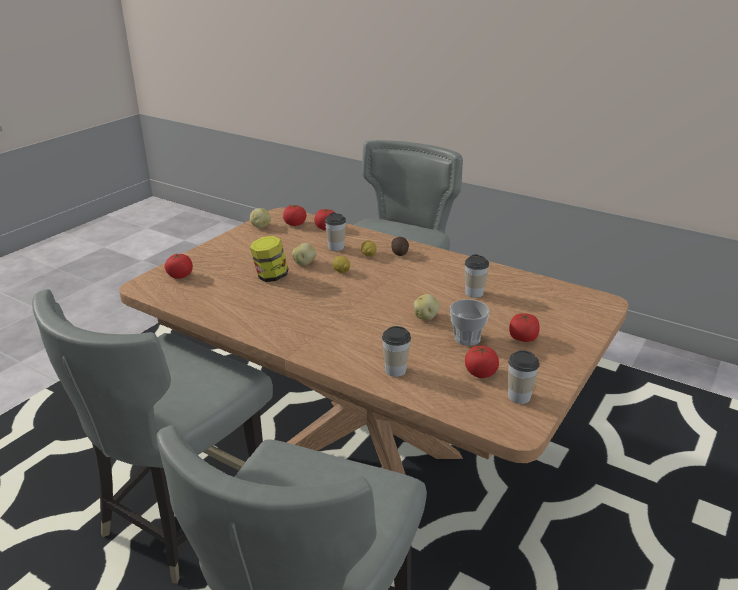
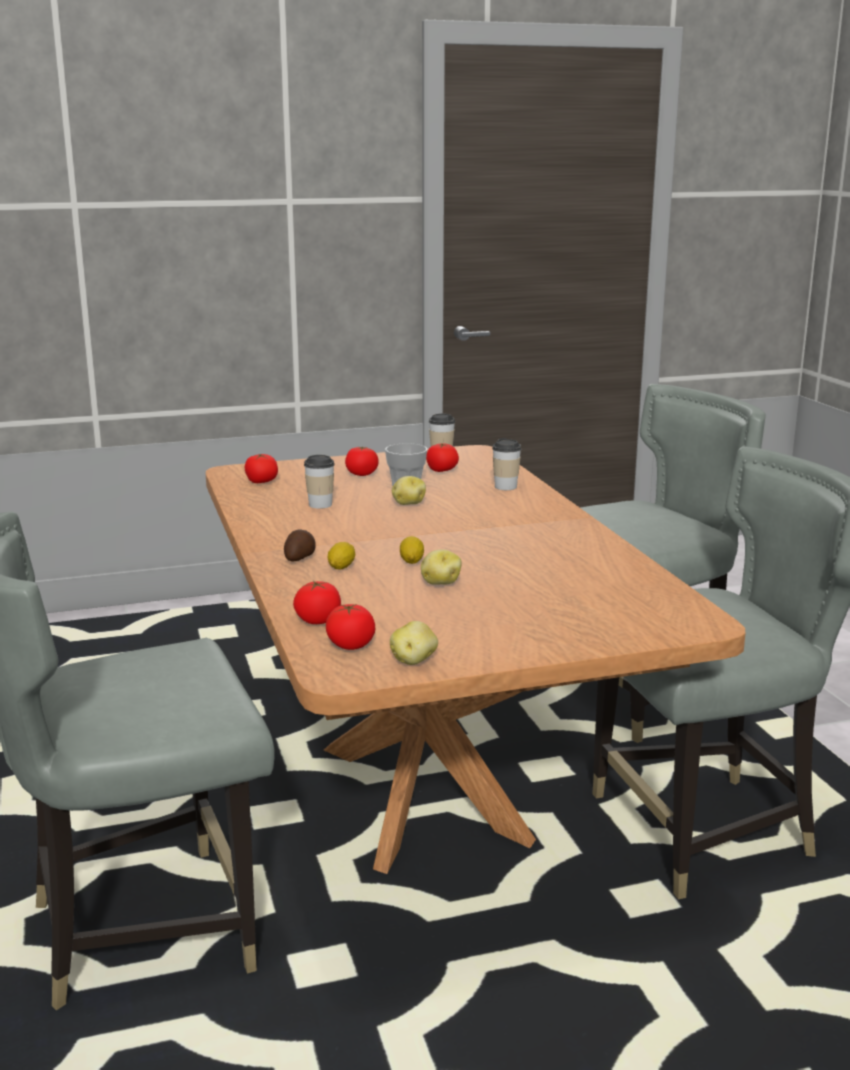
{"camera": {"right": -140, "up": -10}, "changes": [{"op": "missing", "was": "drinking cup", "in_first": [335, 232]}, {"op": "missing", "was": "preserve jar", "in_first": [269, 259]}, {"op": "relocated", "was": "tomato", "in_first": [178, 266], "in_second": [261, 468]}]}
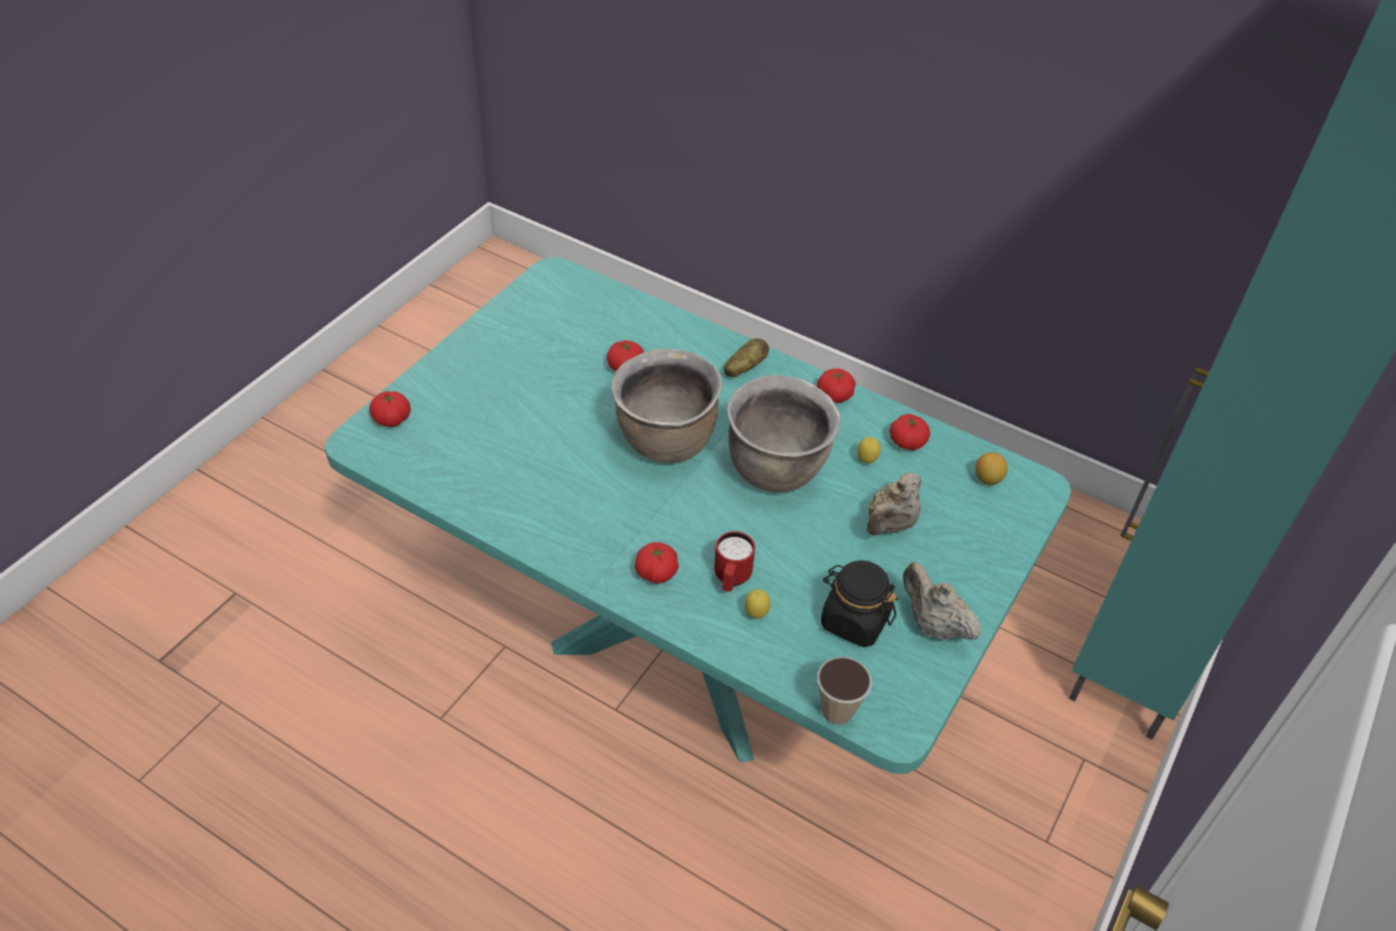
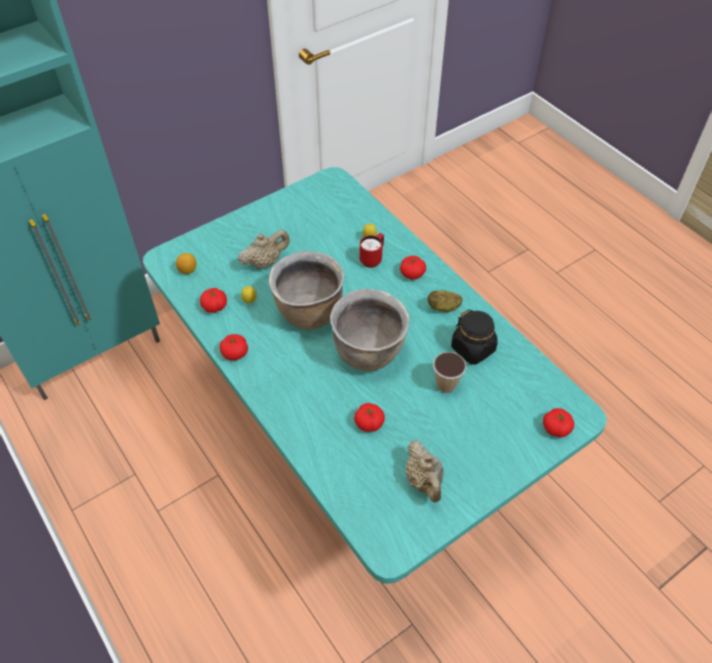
{"camera": {"right": -155, "up": 5}, "changes": [{"op": "relocated", "was": "potato", "in_first": [746, 357], "in_second": [445, 301]}, {"op": "relocated", "was": "black preserve jar", "in_first": [859, 603], "in_second": [474, 337]}, {"op": "relocated", "was": "beige-coloured tea pot", "in_first": [942, 601], "in_second": [425, 471]}, {"op": "relocated", "was": "drinking cup", "in_first": [844, 691], "in_second": [449, 372]}]}
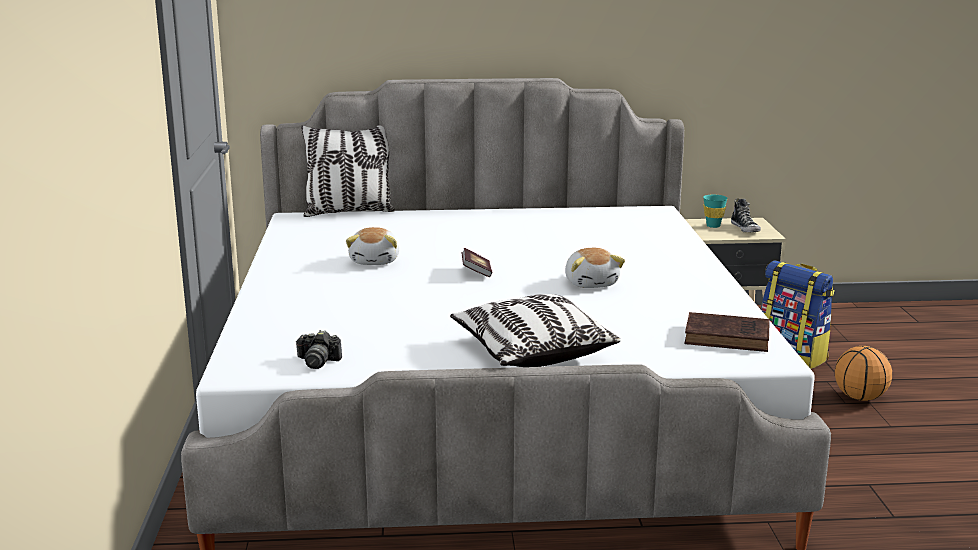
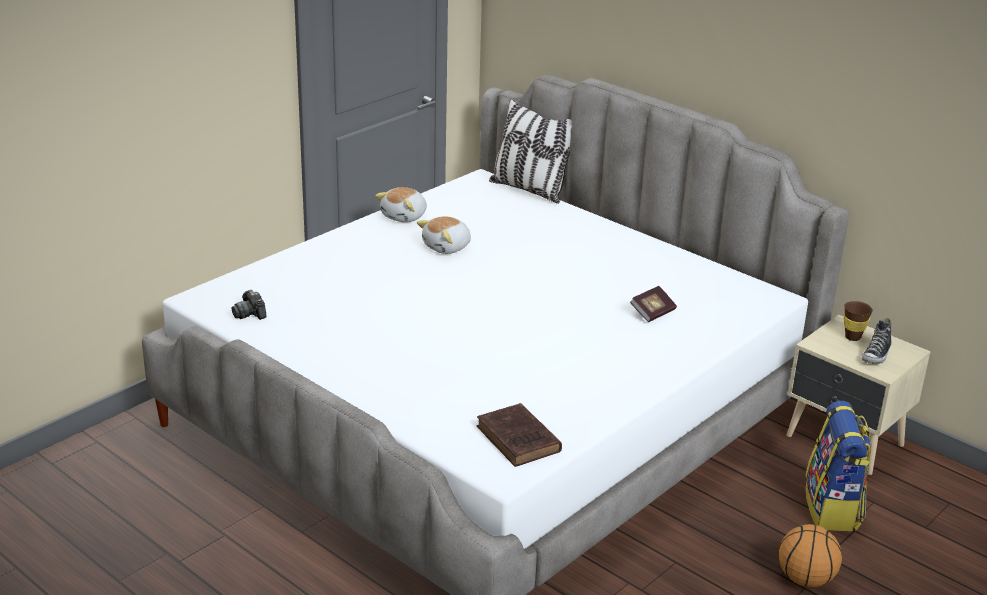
{"camera": {"right": 45, "up": 10}, "changes": [{"op": "colour", "was": "blue-green drinking cup", "now": "brown-coloured drinking cup", "in_first": [715, 211], "in_second": [858, 321]}, {"op": "relocated", "was": "book", "in_first": [476, 262], "in_second": [653, 304]}, {"op": "relocated", "was": "soft toy", "in_first": [595, 268], "in_second": [401, 205]}, {"op": "missing", "was": "throw pillow", "in_first": [535, 330]}]}
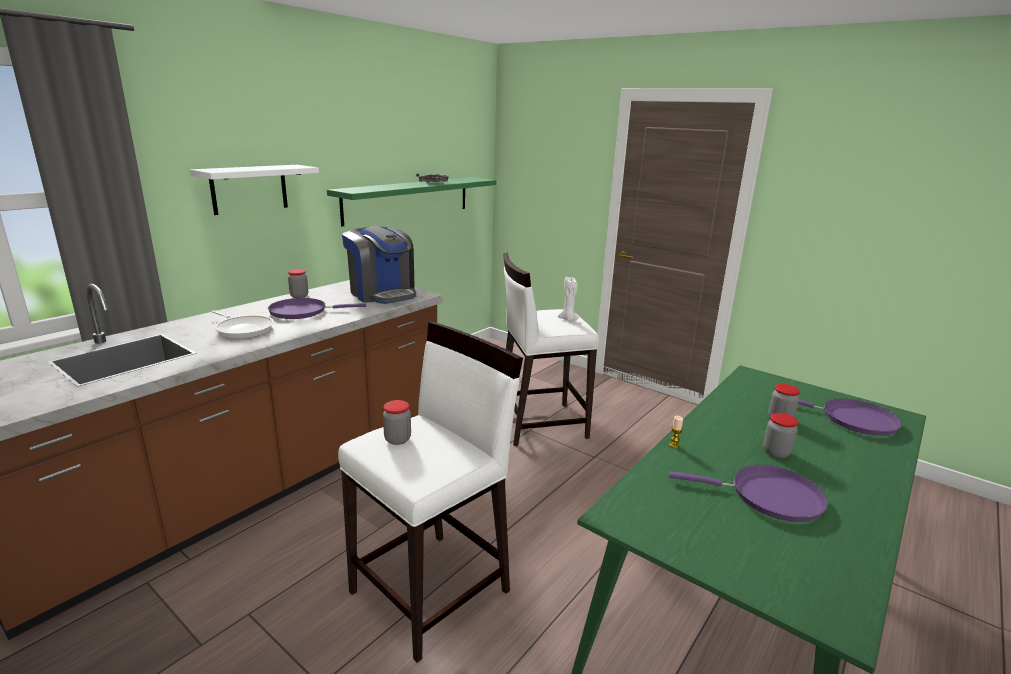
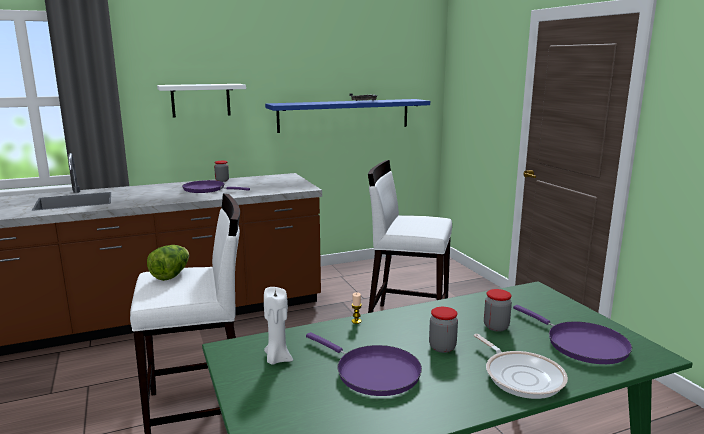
{"camera": {"right": 30, "up": -5}, "changes": [{"op": "colour", "was": "green wall shelf", "now": "blue-coloured wall shelf", "in_first": [412, 202], "in_second": [347, 116]}, {"op": "missing", "was": "coffee maker", "in_first": [379, 265]}, {"op": "relocated", "was": "white-coloured wax candle", "in_first": [568, 299], "in_second": [278, 326]}, {"op": "relocated", "was": "pan", "in_first": [243, 324], "in_second": [521, 366]}, {"op": "exchanged", "was": "preserve jar", "now": "head of lettuce", "in_first": [397, 422], "in_second": [168, 263]}]}
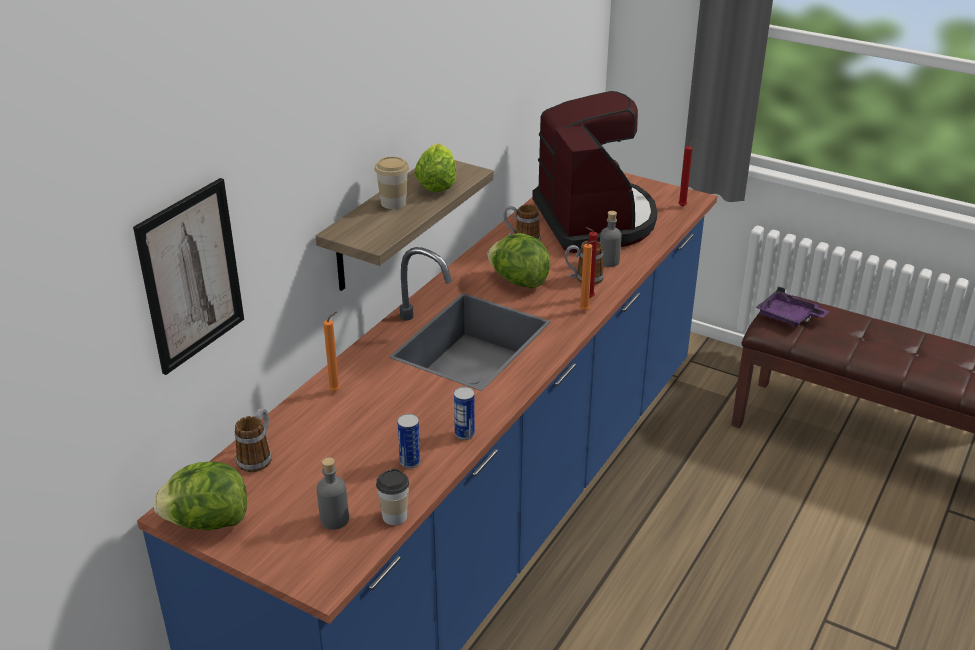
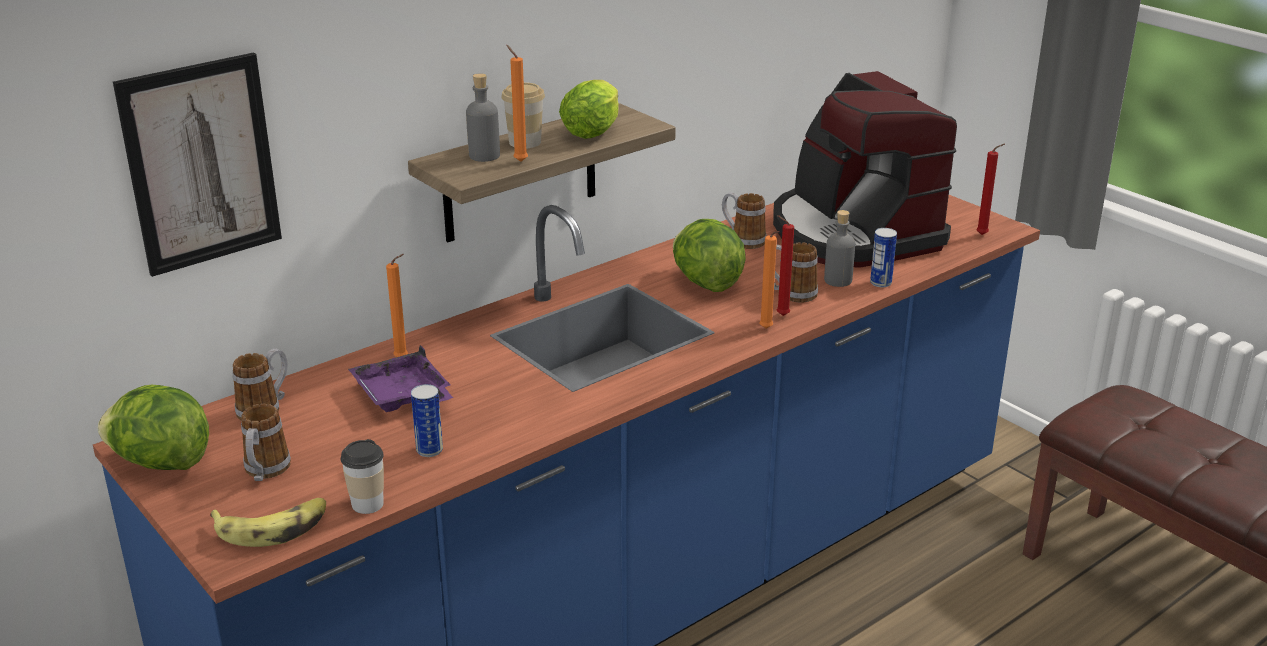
{"camera": {"right": 20, "up": -5}, "changes": [{"op": "spun", "was": "coffee maker", "in_first": [594, 172], "in_second": [865, 169], "clockwise": 150}, {"op": "relocated", "was": "purple carrying tray", "in_first": [792, 306], "in_second": [400, 378]}, {"op": "relocated", "was": "can", "in_first": [464, 413], "in_second": [883, 258]}, {"op": "relocated", "was": "greyish beverage bottle", "in_first": [333, 493], "in_second": [483, 117]}, {"op": "appeared", "now": "orangey wax candle", "in_second": [517, 103]}, {"op": "appeared", "now": "coffee mug", "in_second": [266, 442]}, {"op": "appeared", "now": "whole banana", "in_second": [268, 522]}]}
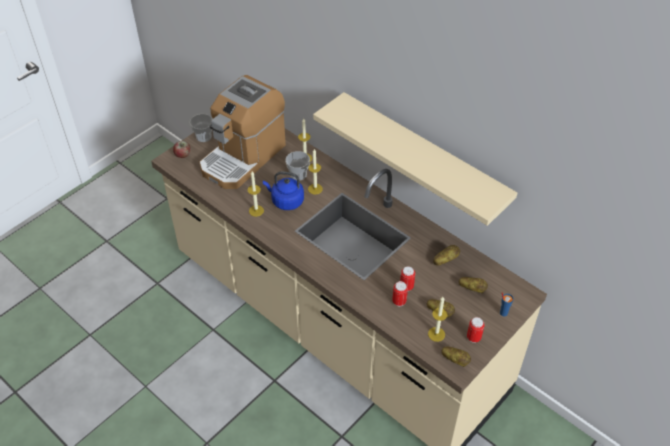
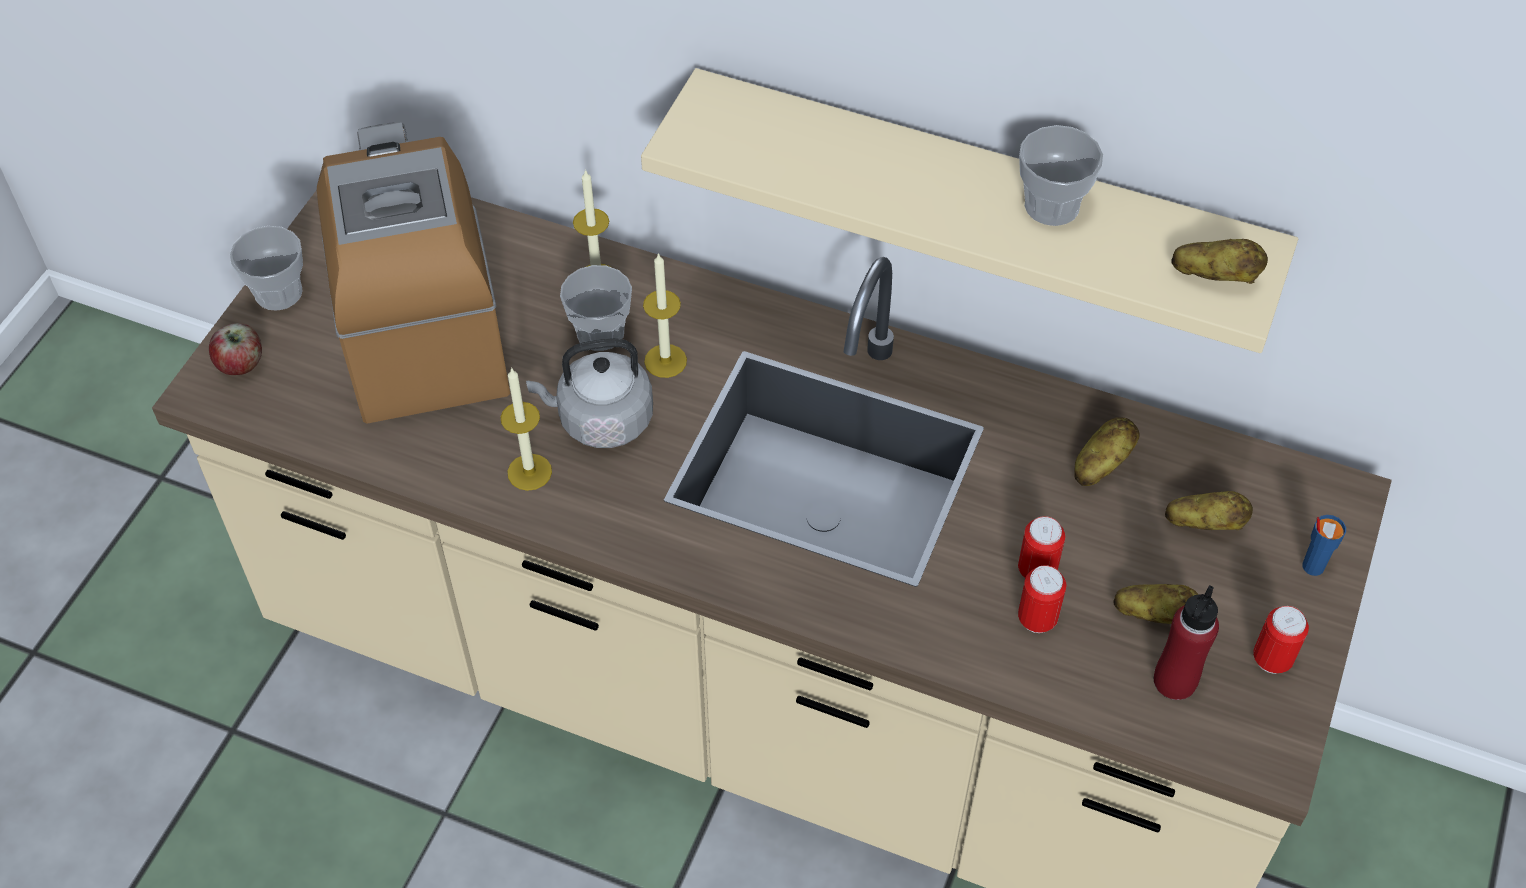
{"camera": {"right": -20, "up": 5}, "changes": [{"op": "spun", "was": "coffee maker", "in_first": [242, 132], "in_second": [413, 273], "clockwise": 150}, {"op": "colour", "was": "blue-coloured water kettle", "now": "greyish water kettle", "in_first": [283, 190], "in_second": [589, 393]}, {"op": "exchanged", "was": "wax candle", "now": "red beverage bottle", "in_first": [437, 319], "in_second": [1186, 642]}, {"op": "relocated", "was": "potato", "in_first": [456, 357], "in_second": [1220, 261]}, {"op": "appeared", "now": "drinking cup", "in_second": [1061, 175]}]}
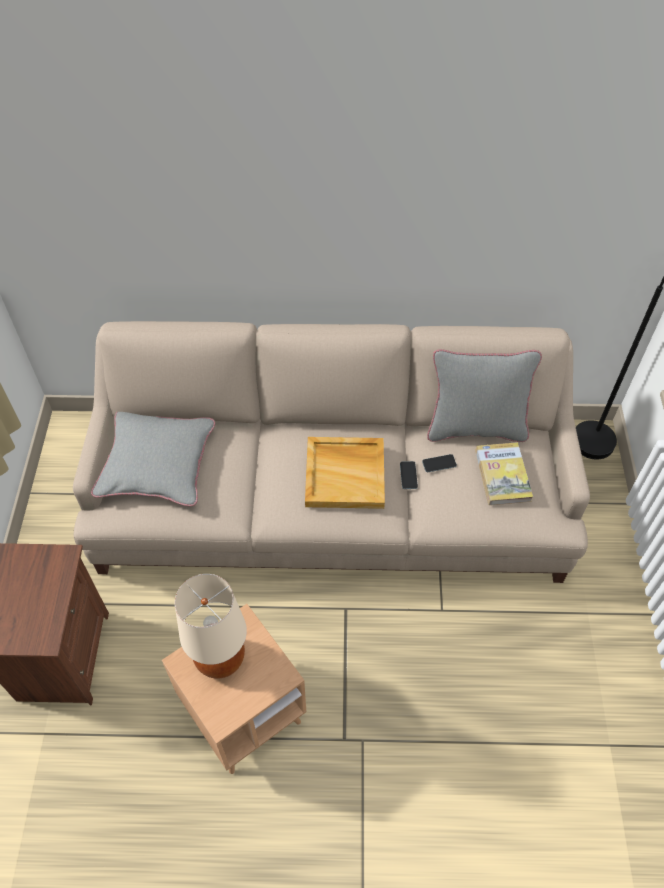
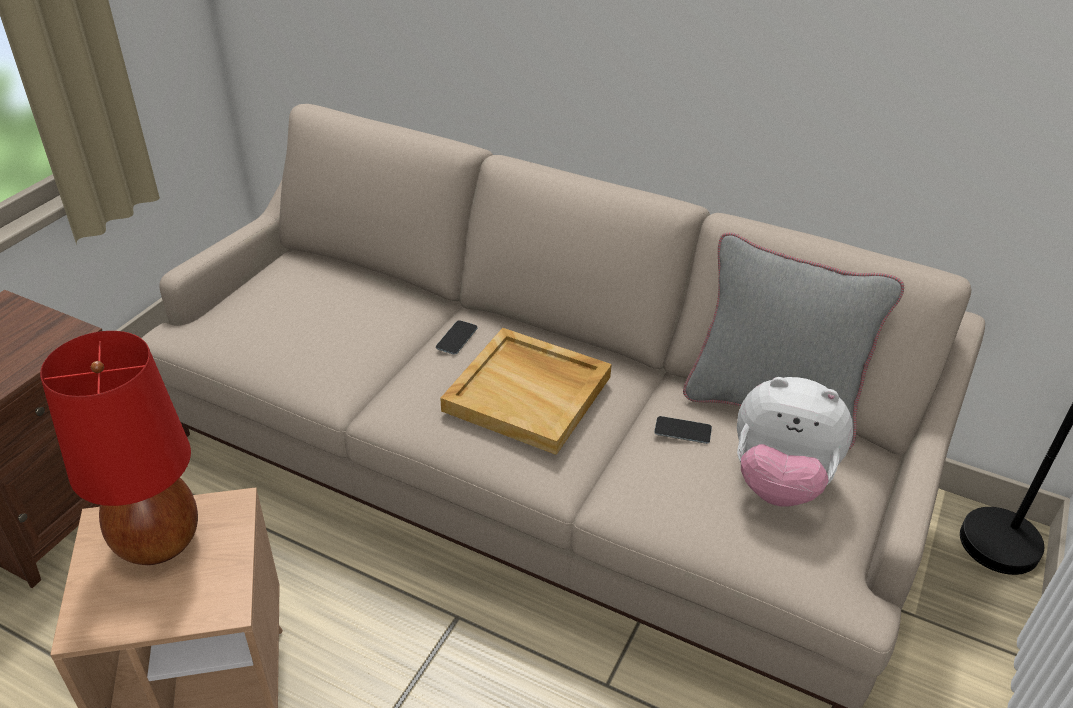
{"camera": {"right": 25, "up": -15}, "changes": [{"op": "missing", "was": "greyish throw pillow", "in_first": [153, 459]}, {"op": "exchanged", "was": "book", "now": "soft toy", "in_first": [504, 473], "in_second": [795, 442]}, {"op": "relocated", "was": "handset", "in_first": [409, 475], "in_second": [457, 337]}, {"op": "colour", "was": "beige-coloured table lamp", "now": "red table lamp", "in_first": [211, 626], "in_second": [119, 448]}]}
